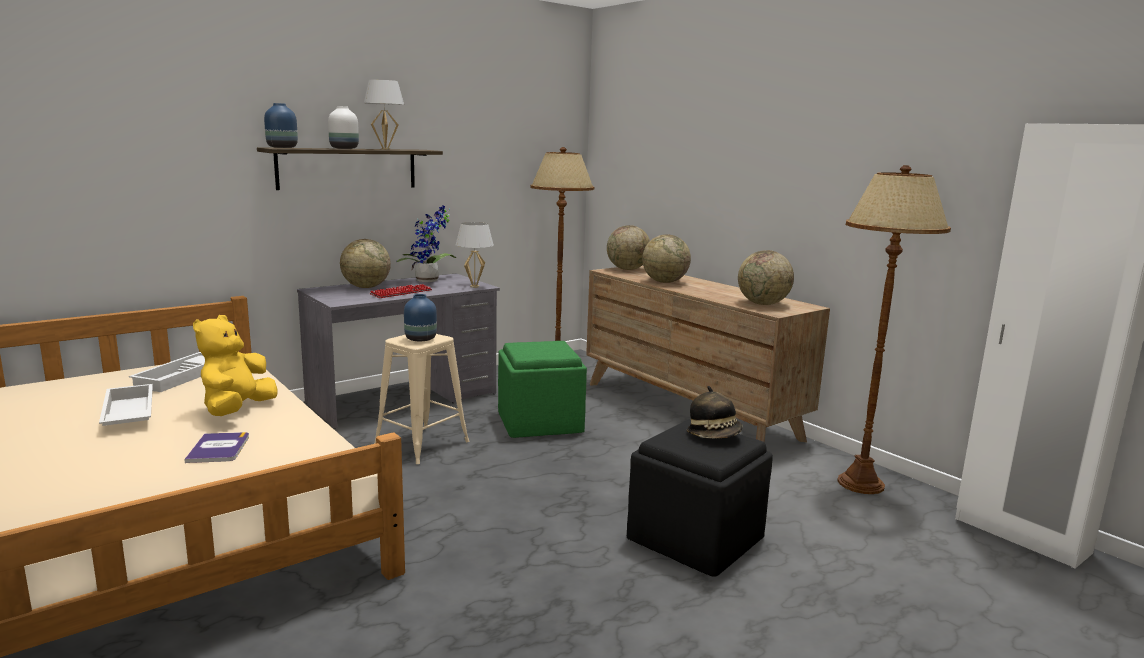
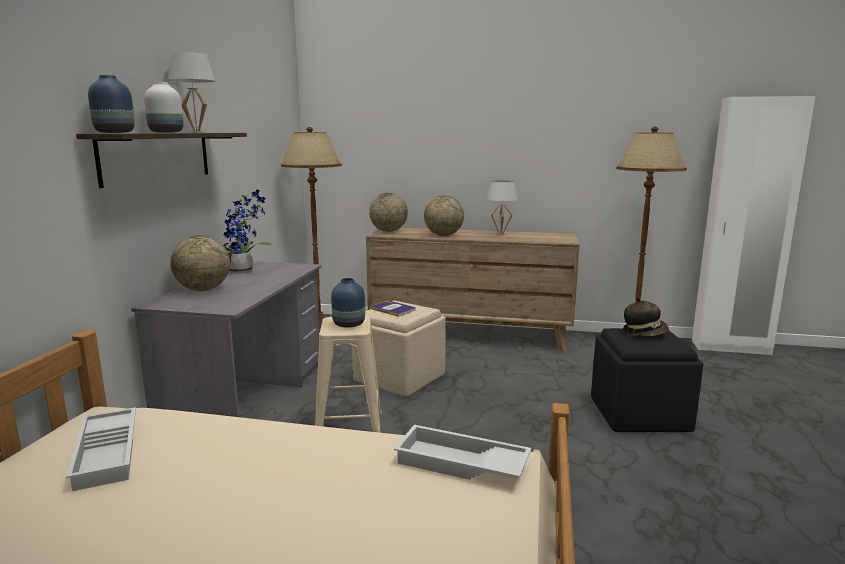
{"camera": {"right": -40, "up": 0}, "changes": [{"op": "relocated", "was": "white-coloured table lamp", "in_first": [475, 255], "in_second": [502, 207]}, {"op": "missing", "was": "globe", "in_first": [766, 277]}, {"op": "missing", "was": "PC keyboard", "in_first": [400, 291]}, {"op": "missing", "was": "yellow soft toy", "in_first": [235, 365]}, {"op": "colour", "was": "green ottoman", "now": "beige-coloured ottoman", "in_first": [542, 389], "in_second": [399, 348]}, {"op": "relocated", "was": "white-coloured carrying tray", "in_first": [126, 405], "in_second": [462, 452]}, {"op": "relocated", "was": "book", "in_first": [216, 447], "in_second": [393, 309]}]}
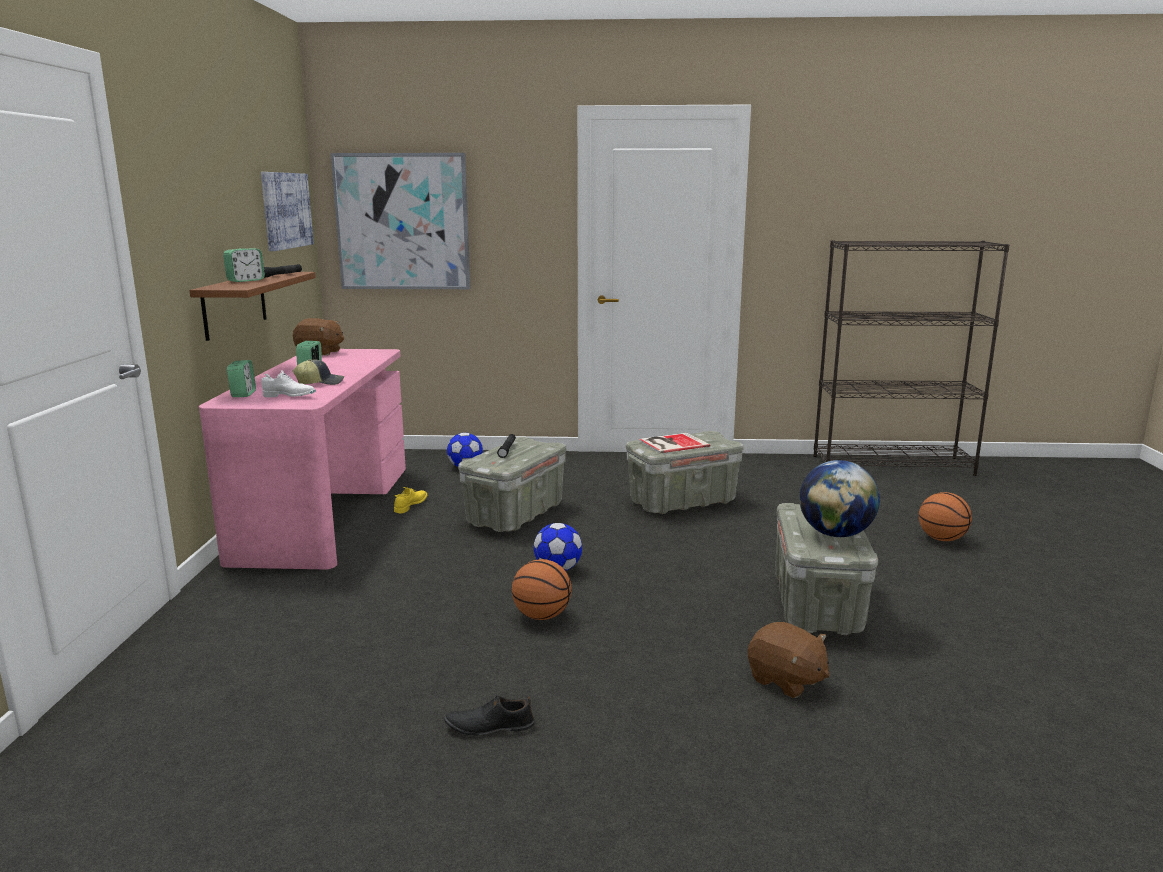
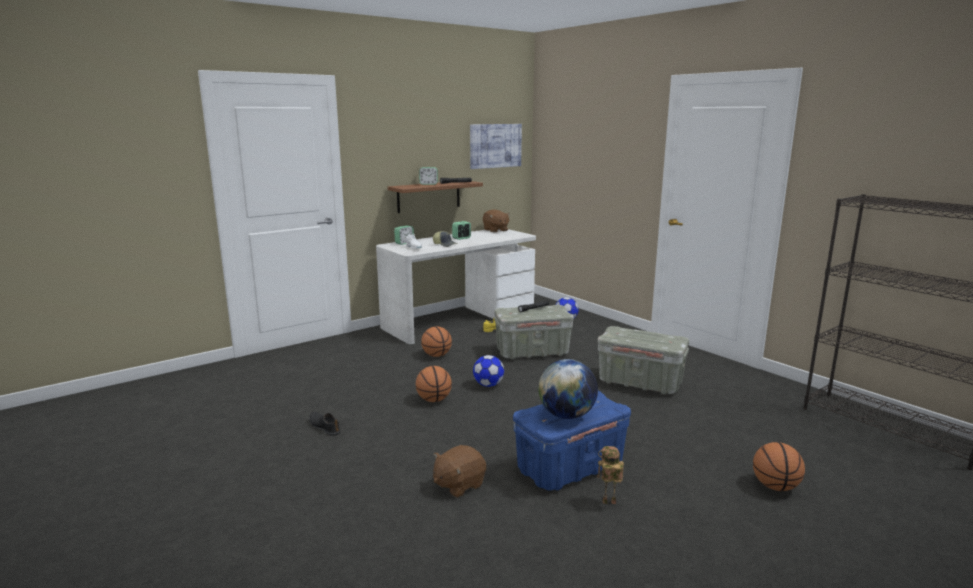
{"camera": {"right": 50, "up": 0}, "changes": [{"op": "missing", "was": "wall art", "in_first": [401, 221]}, {"op": "colour", "was": "pink-coloured desk", "now": "white-coloured desk", "in_first": [302, 459], "in_second": [456, 286]}, {"op": "missing", "was": "book", "in_first": [674, 443]}, {"op": "colour", "was": "greyish storage box", "now": "blue-coloured storage box", "in_first": [826, 569], "in_second": [572, 441]}, {"op": "spun", "was": "brown-coloured soft toy", "in_first": [789, 660], "in_second": [459, 471], "clockwise": 45}, {"op": "appeared", "now": "ball for basketball", "in_second": [436, 341]}, {"op": "appeared", "now": "robot figure", "in_second": [610, 475]}]}
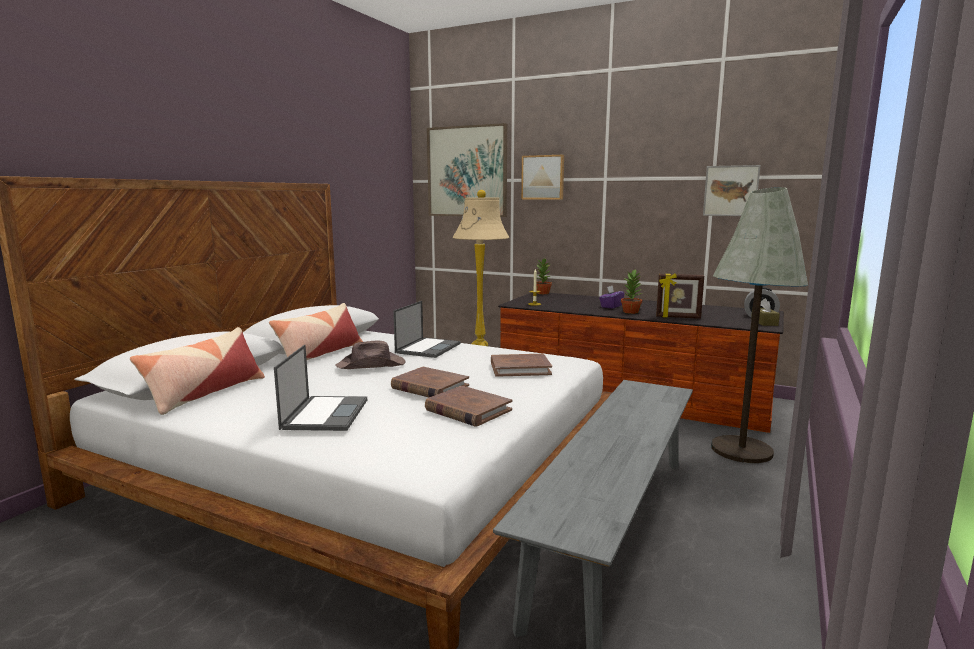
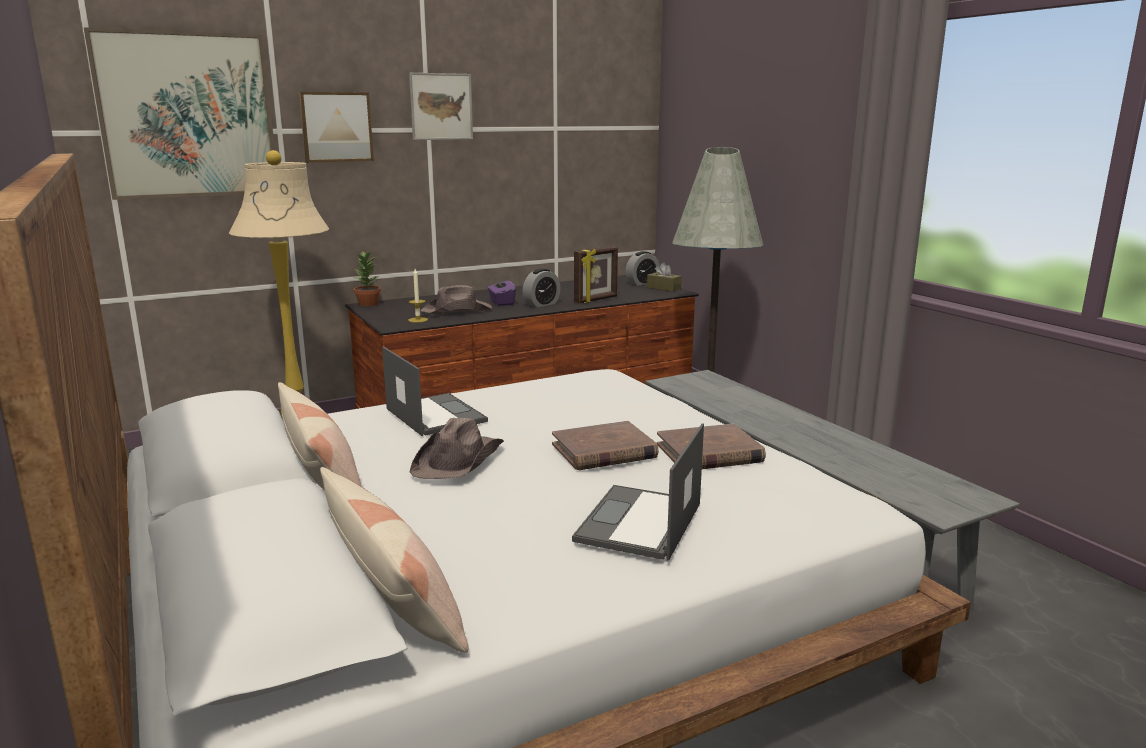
{"camera": {"right": -55, "up": 5}, "changes": [{"op": "relocated", "was": "wall art", "in_first": [732, 190], "in_second": [441, 106]}, {"op": "exchanged", "was": "plant in a pot", "now": "alarm clock", "in_first": [631, 292], "in_second": [541, 287]}, {"op": "spun", "was": "notebook computer", "in_first": [320, 388], "in_second": [638, 492], "clockwise": -105}, {"op": "missing", "was": "brown-coloured book", "in_first": [521, 365]}, {"op": "appeared", "now": "brown-coloured clothing hat", "in_second": [456, 299]}]}
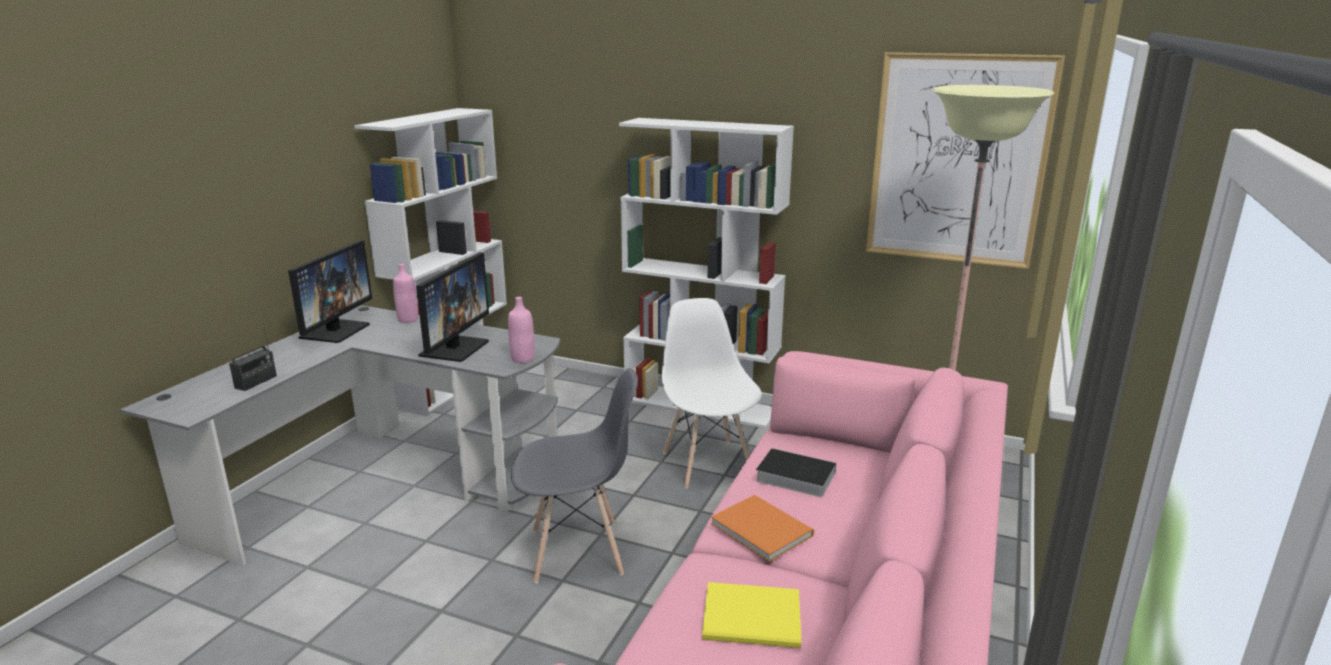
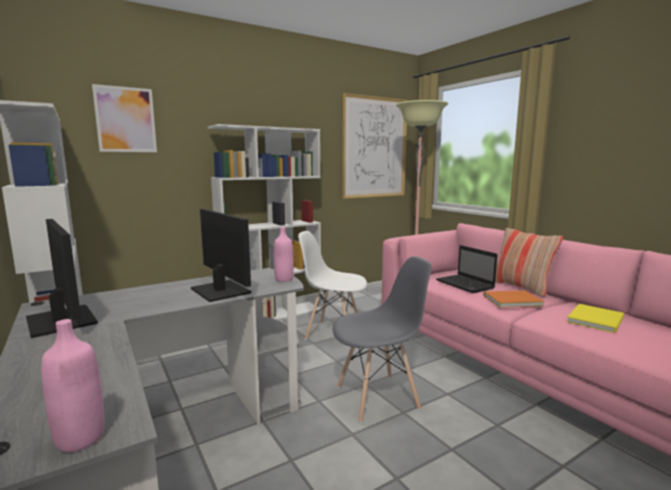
{"camera": {"right": -55, "up": -10}, "changes": [{"op": "relocated", "was": "pink-coloured beverage bottle", "in_first": [405, 293], "in_second": [73, 385]}, {"op": "missing", "was": "radio", "in_first": [253, 357]}, {"op": "spun", "was": "greyish plain chair", "in_first": [574, 476], "in_second": [382, 339], "clockwise": 45}, {"op": "exchanged", "was": "book", "now": "notebook computer", "in_first": [796, 472], "in_second": [467, 269]}, {"op": "appeared", "now": "wall art", "in_second": [124, 118]}, {"op": "appeared", "now": "throw pillow", "in_second": [529, 262]}]}
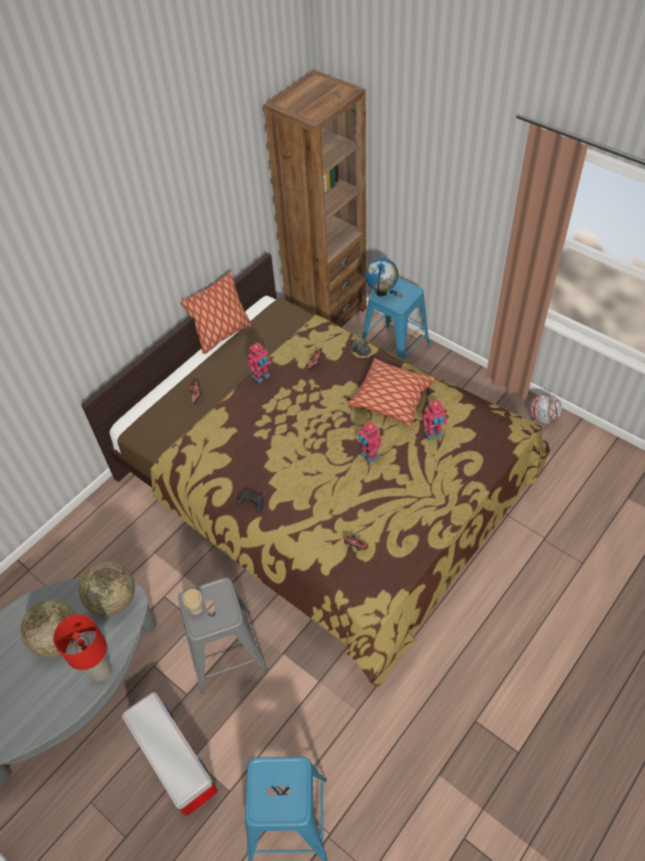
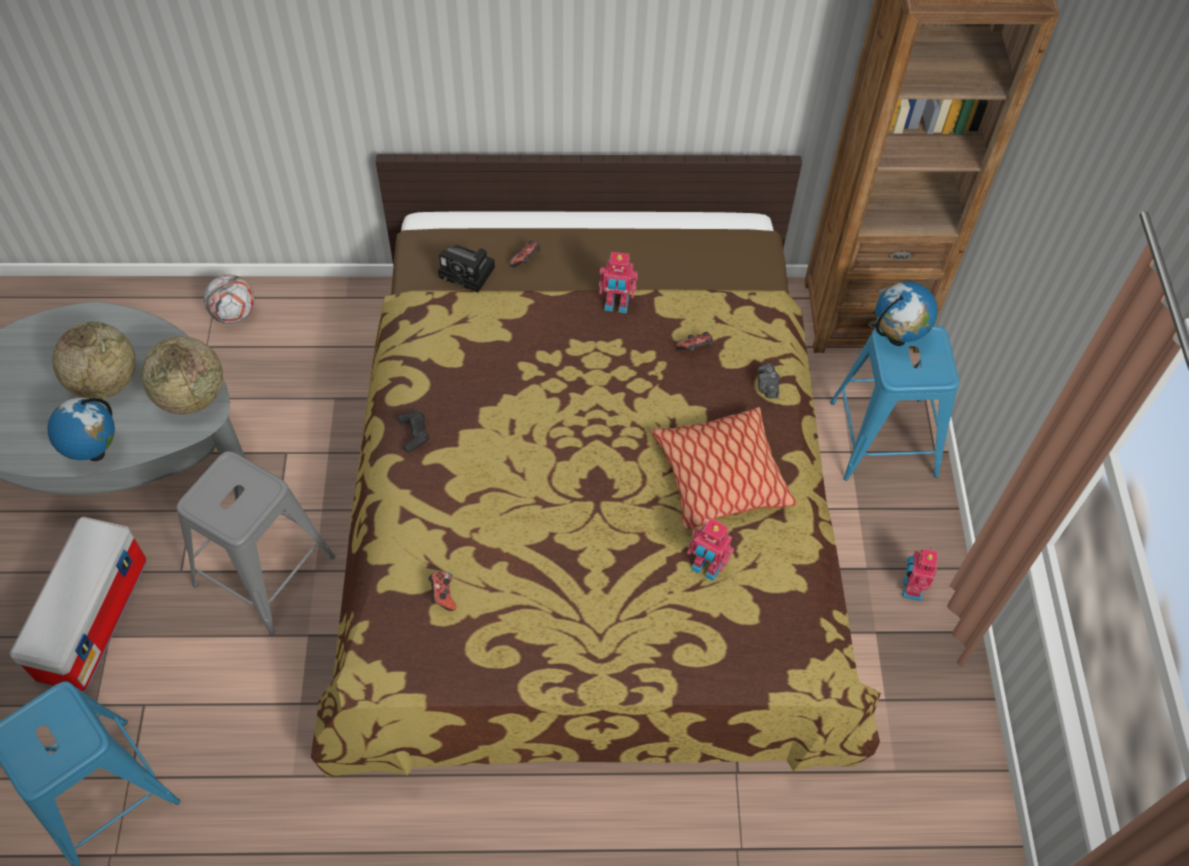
{"camera": {"right": 45, "up": 5}, "changes": [{"op": "missing", "was": "throw pillow", "in_first": [216, 313]}, {"op": "relocated", "was": "football ball", "in_first": [546, 409], "in_second": [229, 299]}, {"op": "relocated", "was": "robot figure", "in_first": [369, 442], "in_second": [920, 574]}, {"op": "missing", "was": "drinking cup", "in_first": [193, 602]}, {"op": "exchanged", "was": "red table lamp", "now": "globe", "in_first": [82, 647], "in_second": [81, 429]}, {"op": "appeared", "now": "photo camera", "in_second": [466, 269]}]}
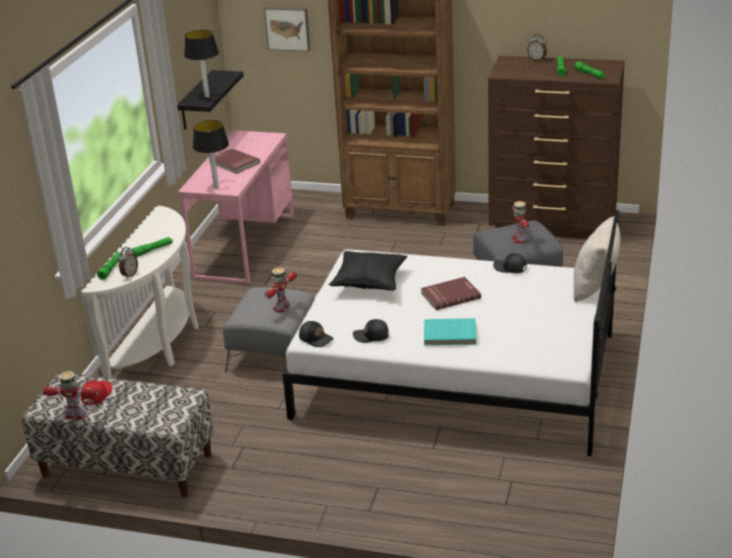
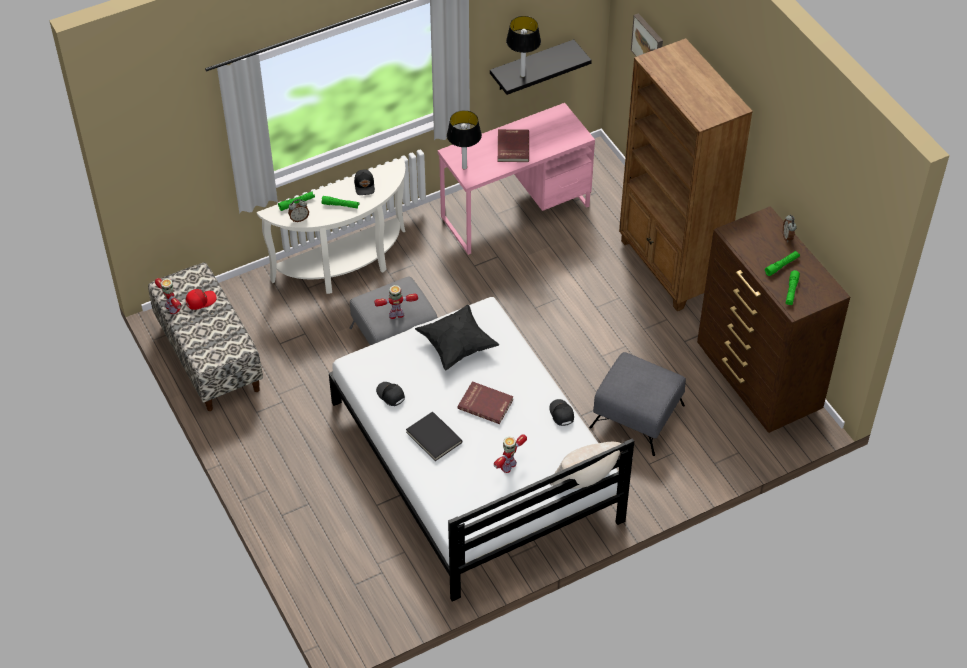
{"camera": {"right": 45, "up": 20}, "changes": [{"op": "relocated", "was": "robot figure", "in_first": [520, 222], "in_second": [510, 453]}, {"op": "colour", "was": "blue-green book", "now": "black book", "in_first": [450, 331], "in_second": [434, 436]}, {"op": "relocated", "was": "black cap", "in_first": [316, 334], "in_second": [364, 182]}]}
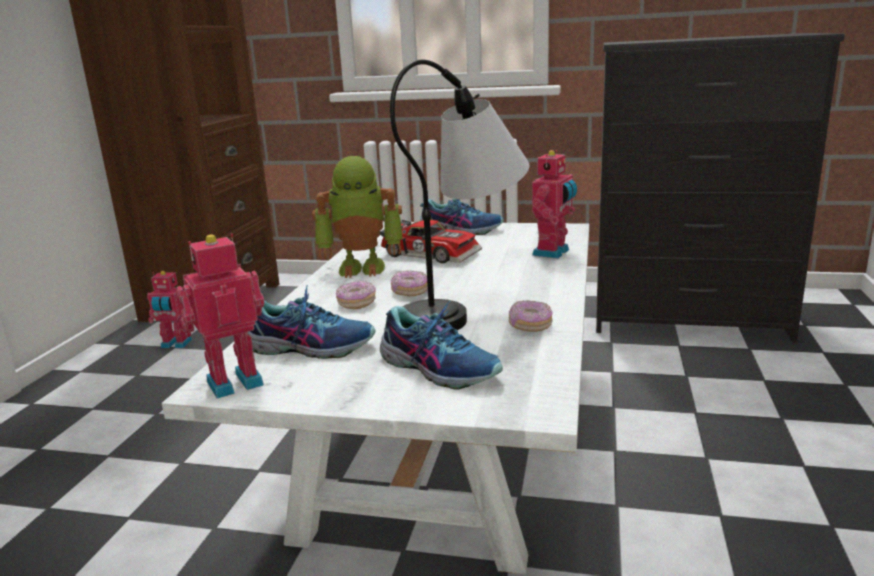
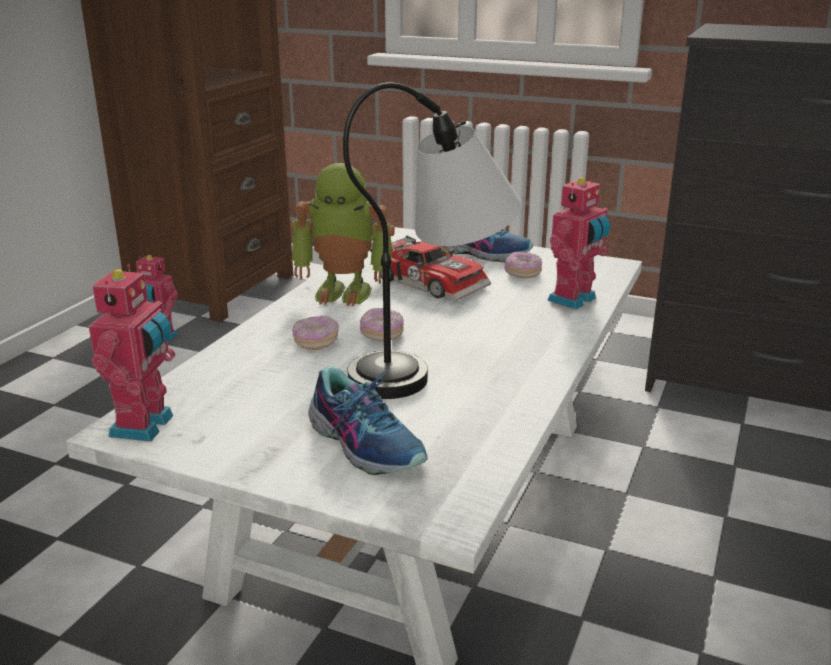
{"camera": {"right": 10, "up": 5}, "changes": [{"op": "spun", "was": "robot figure", "in_first": [220, 315], "in_second": [132, 353], "clockwise": 120}, {"op": "missing", "was": "low shoe", "in_first": [312, 322]}, {"op": "relocated", "was": "donut", "in_first": [531, 316], "in_second": [523, 264]}]}
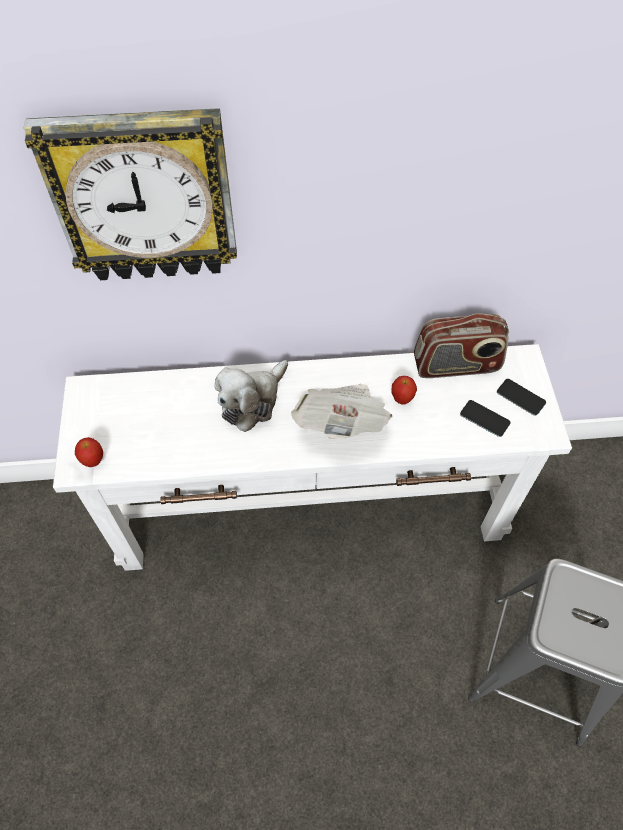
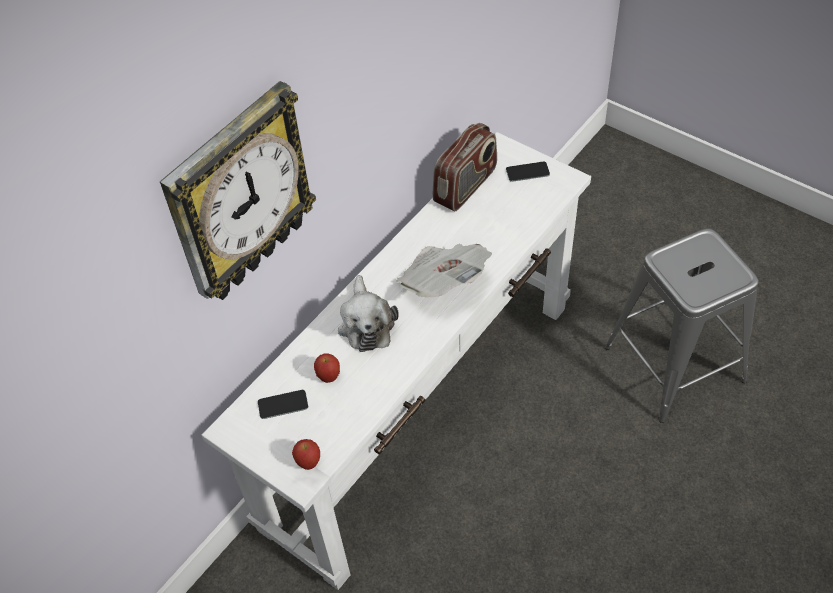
{"camera": {"right": -45, "up": -5}, "changes": [{"op": "relocated", "was": "apple fruit", "in_first": [404, 390], "in_second": [327, 368]}, {"op": "relocated", "was": "handset", "in_first": [485, 418], "in_second": [283, 404]}]}
